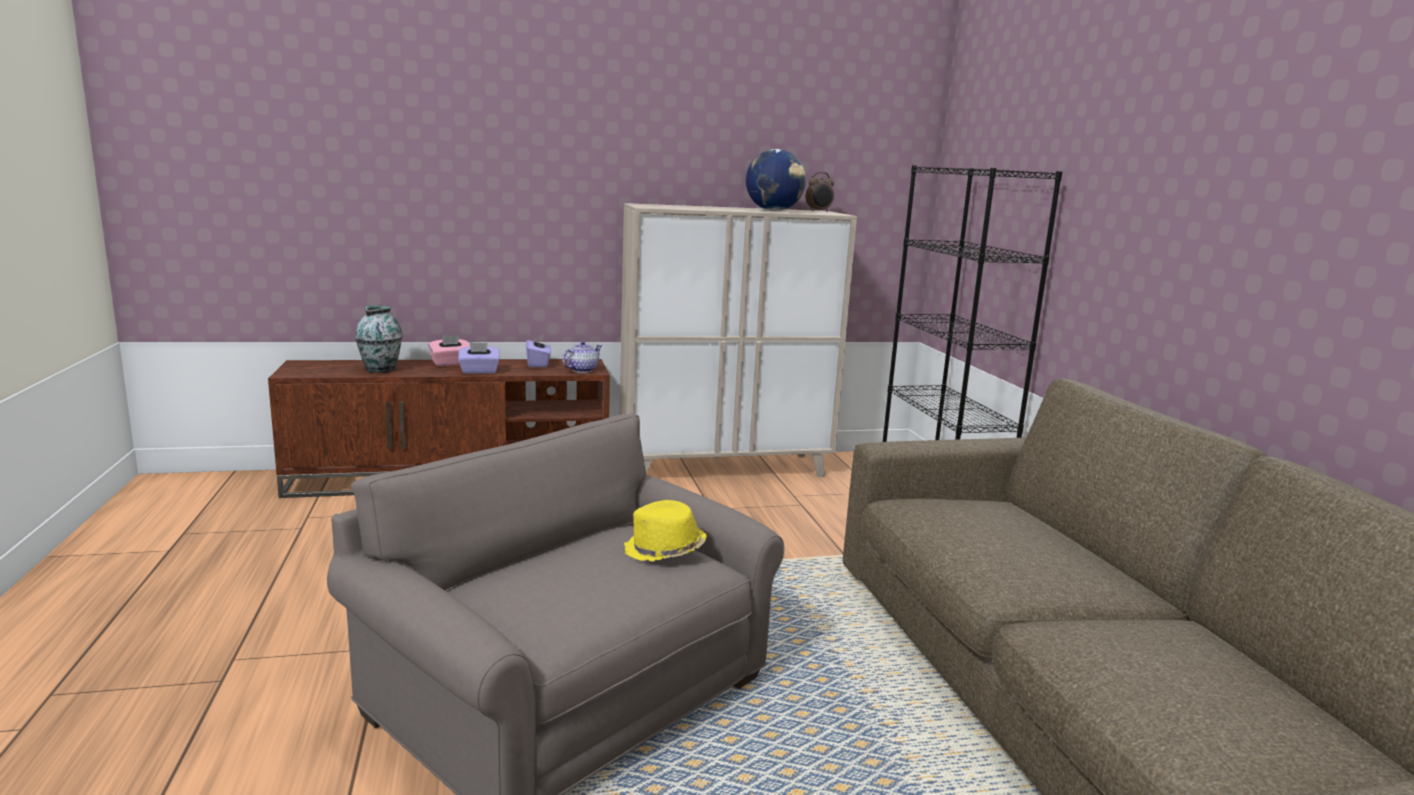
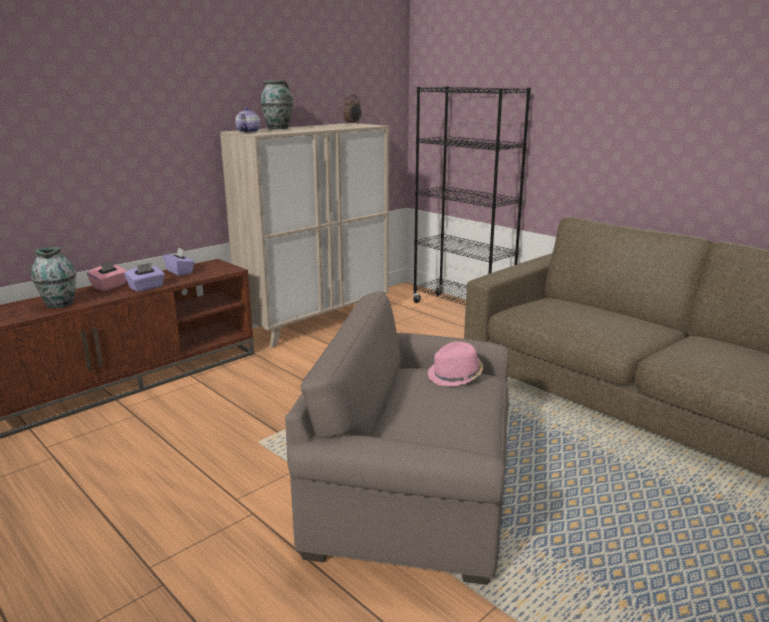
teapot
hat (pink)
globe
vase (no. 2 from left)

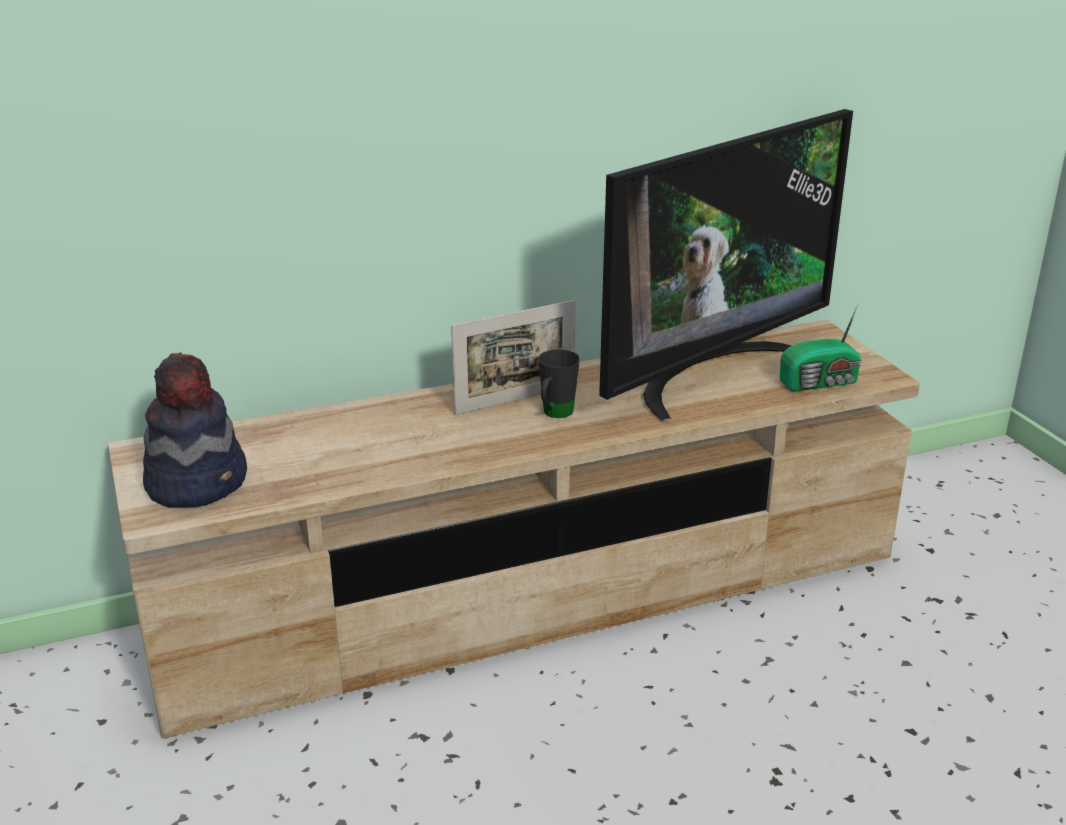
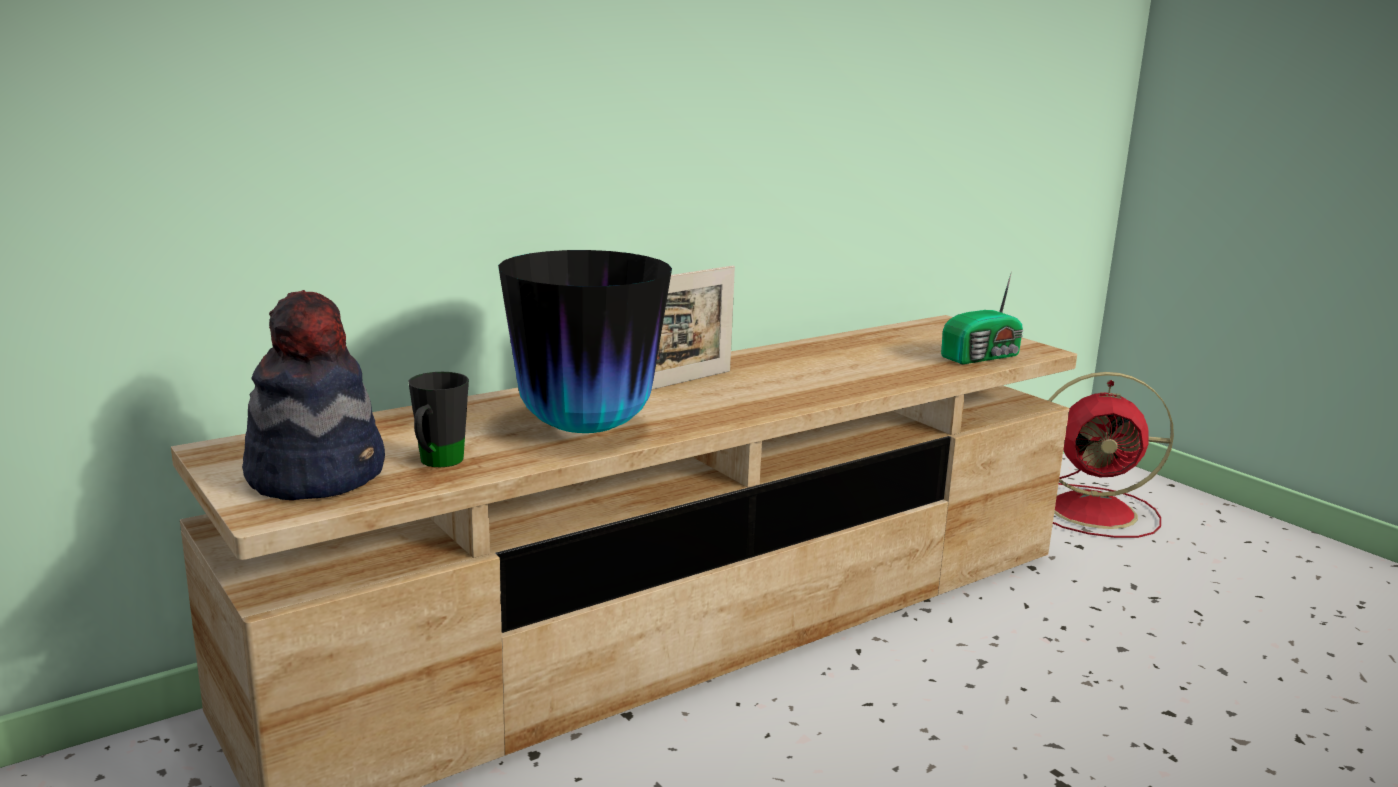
mug (black)
television
vase
fan (red)

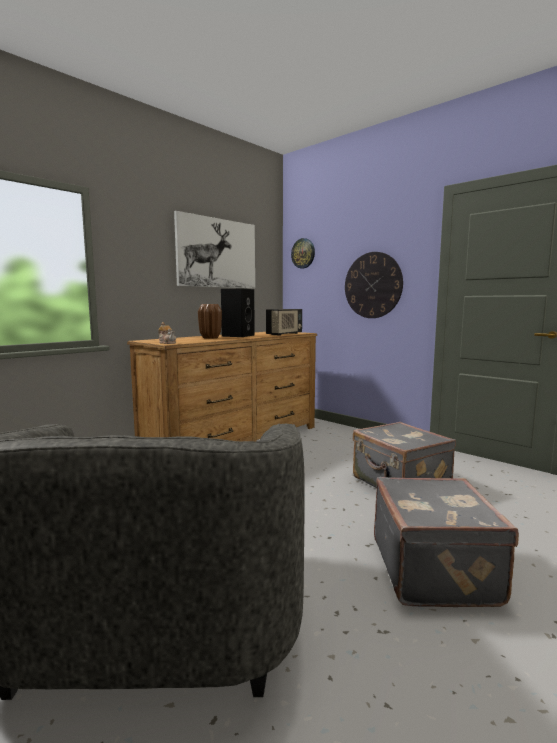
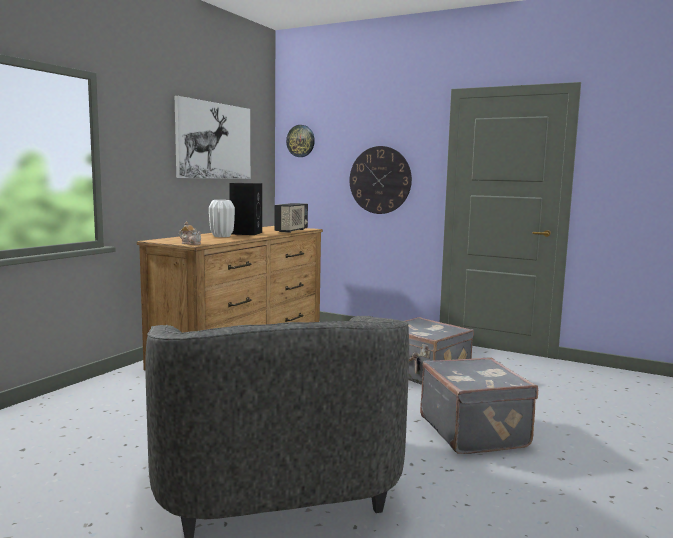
vase (white)

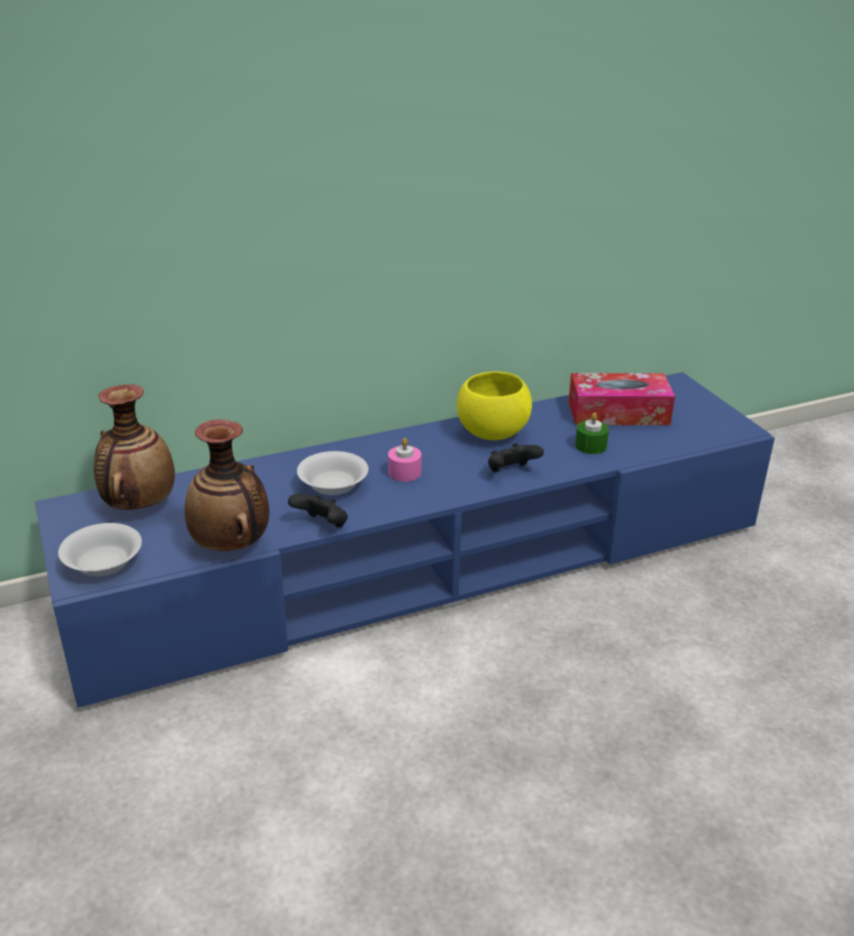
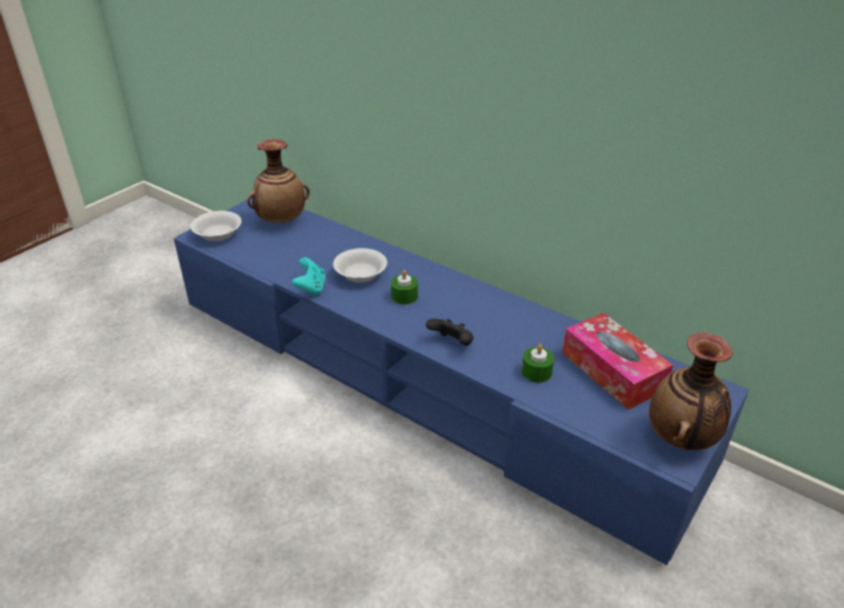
vase (no. 2 from left)
game controller (turquoise)
candle (green) (no. 1 from left)
bowl (yellow)

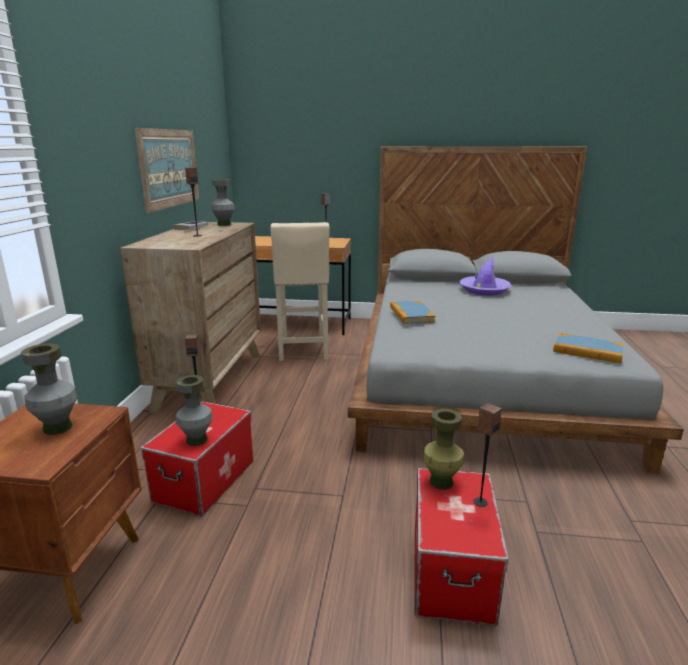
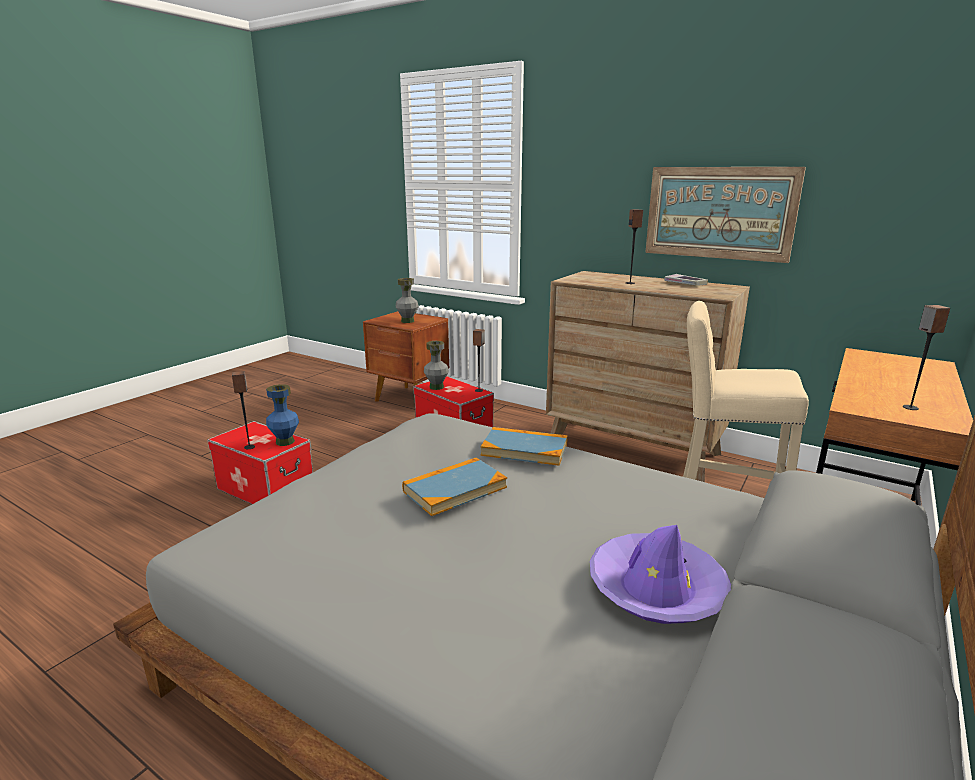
vase (grey) (no. 3 from left in the first image)
vase (blue)
book (no. 1 from left)

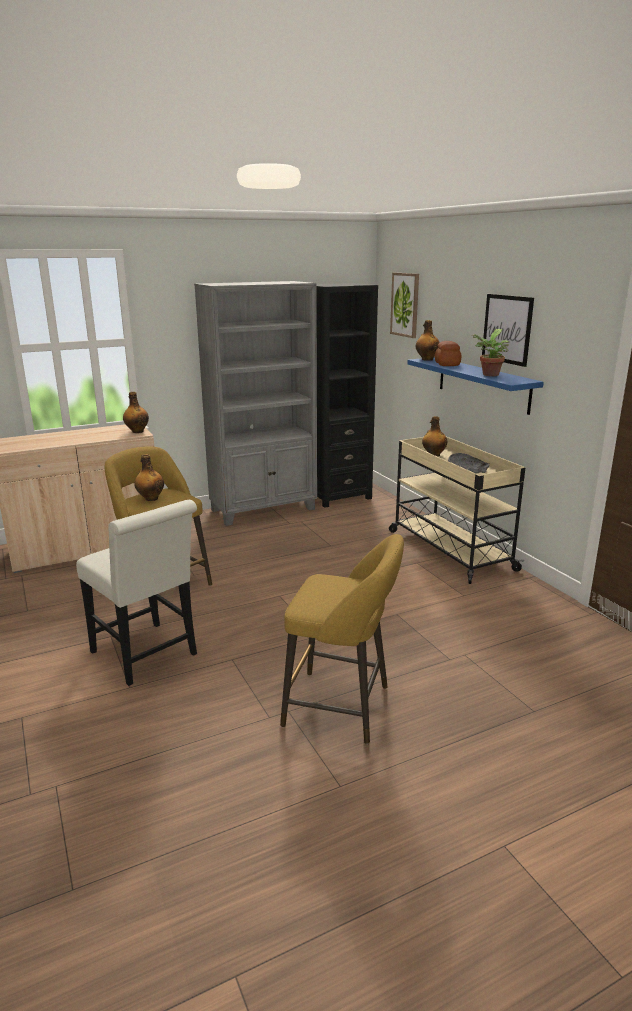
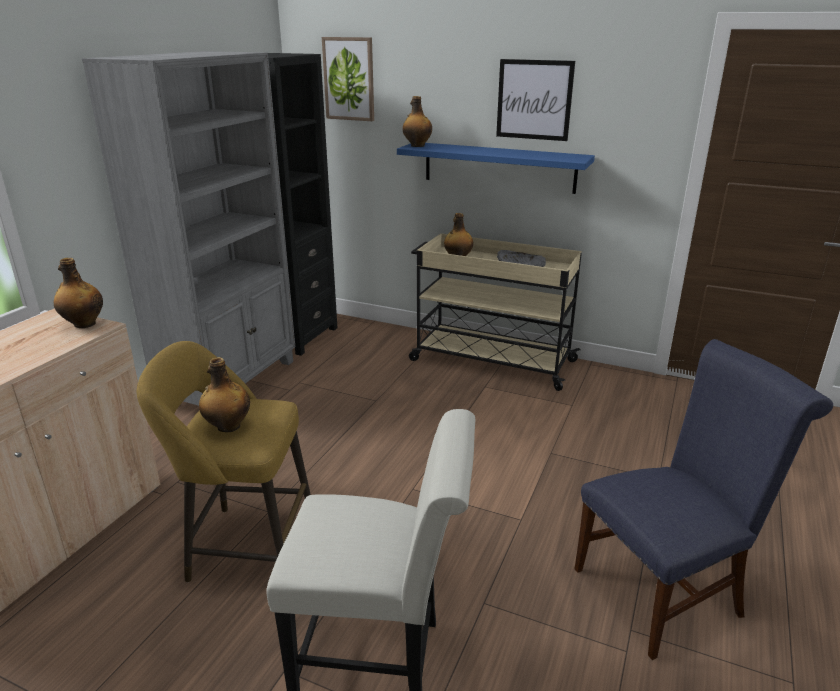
chair (blue)
bread
potted plant

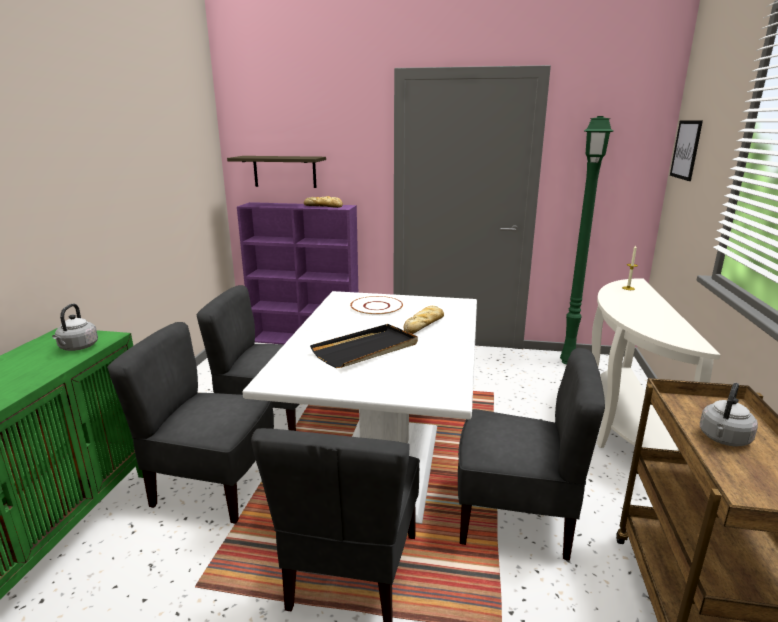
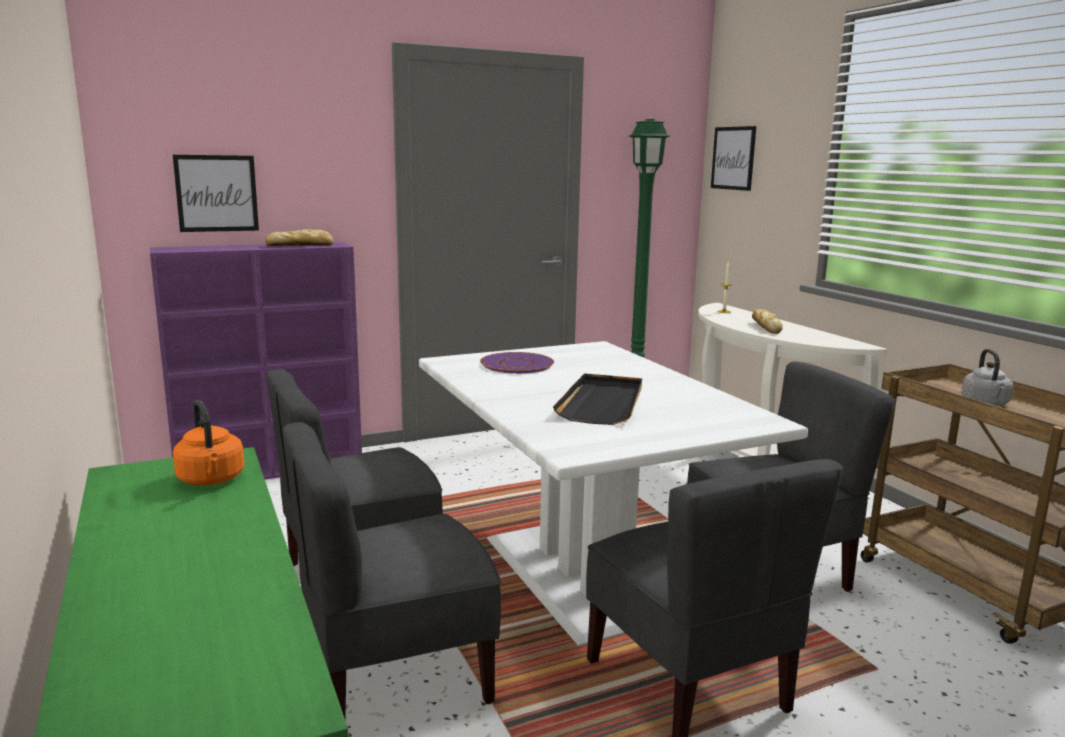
kettle (orange)
picture (no. 1 from left)
plate (purple)
bread (no. 2 from left)

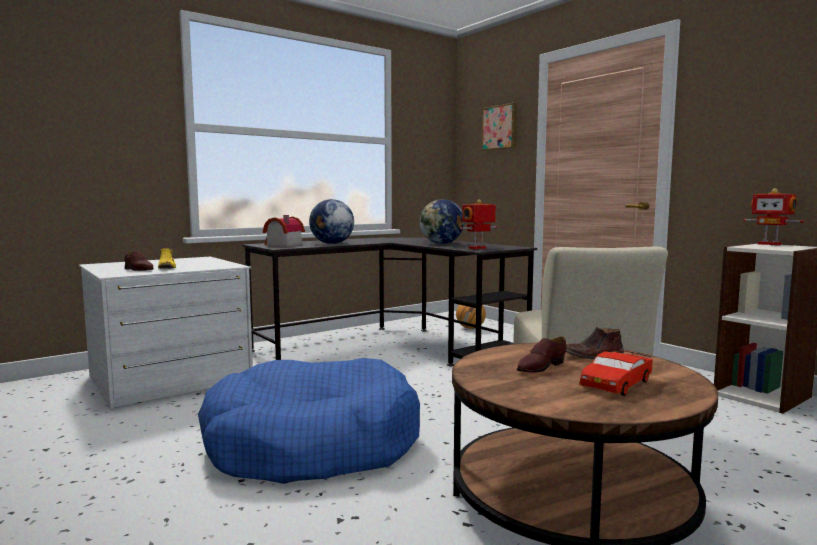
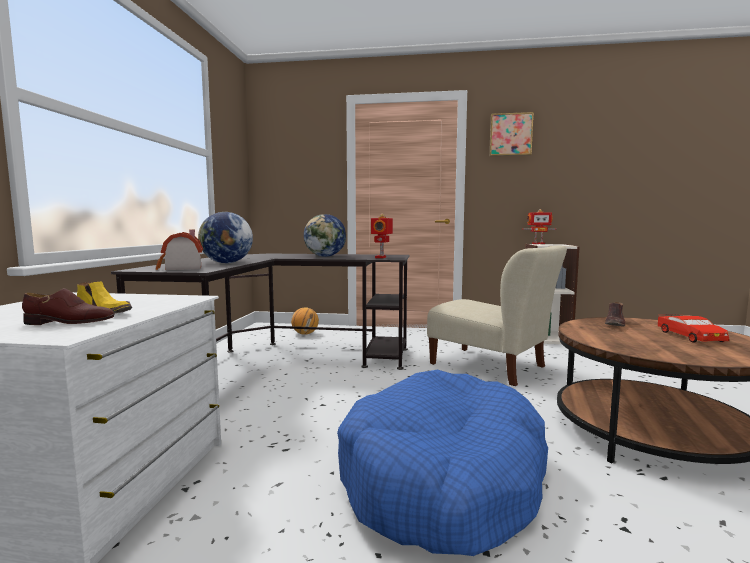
picture
shoe (brown) (no. 2 from left in the first image)

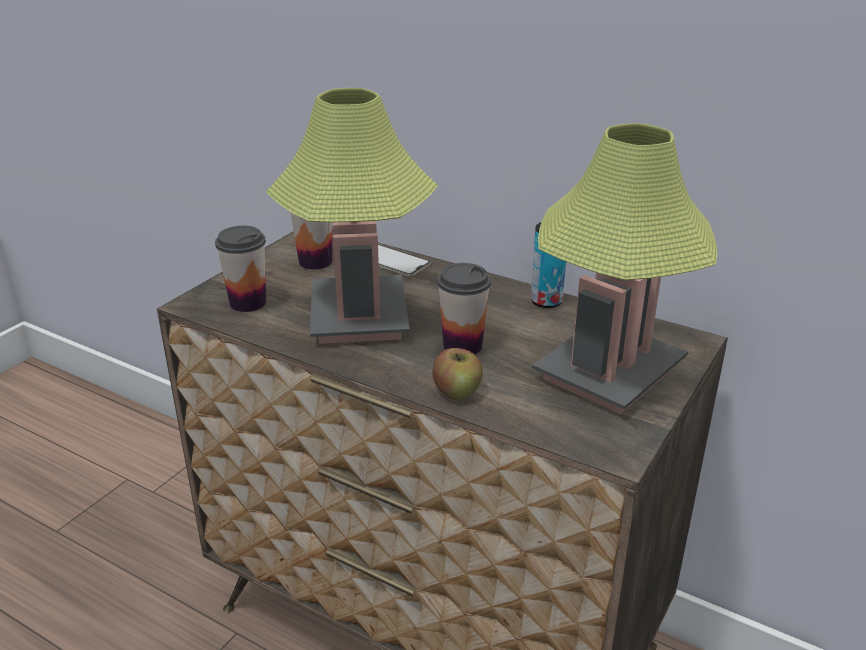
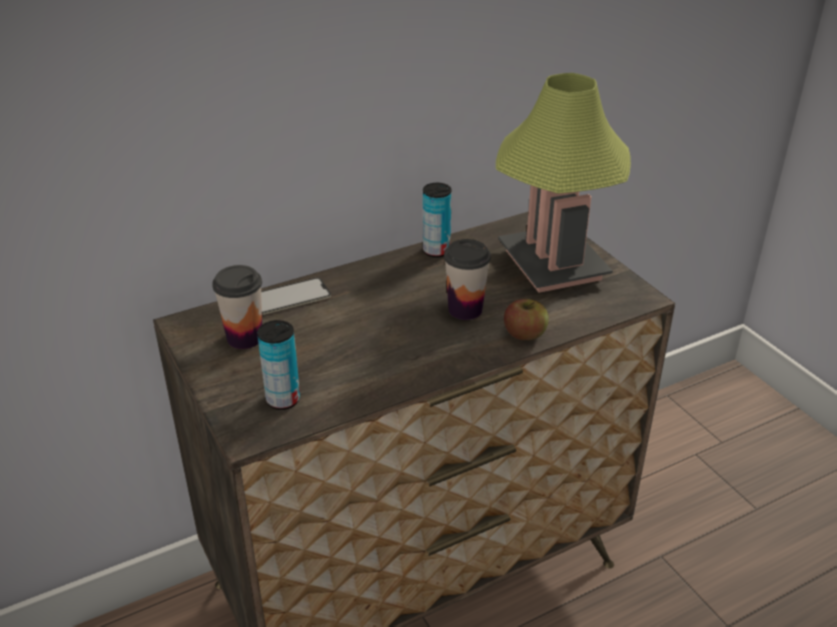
can (no. 1 from left)
table lamp (no. 1 from left in the first image)

